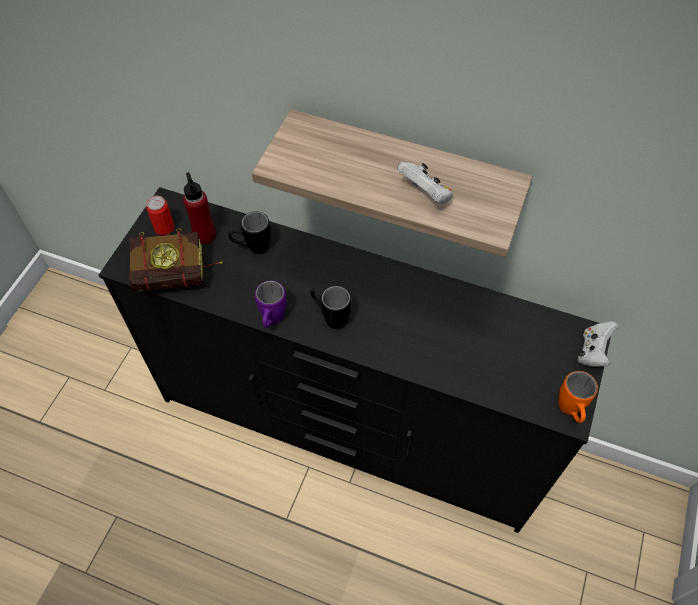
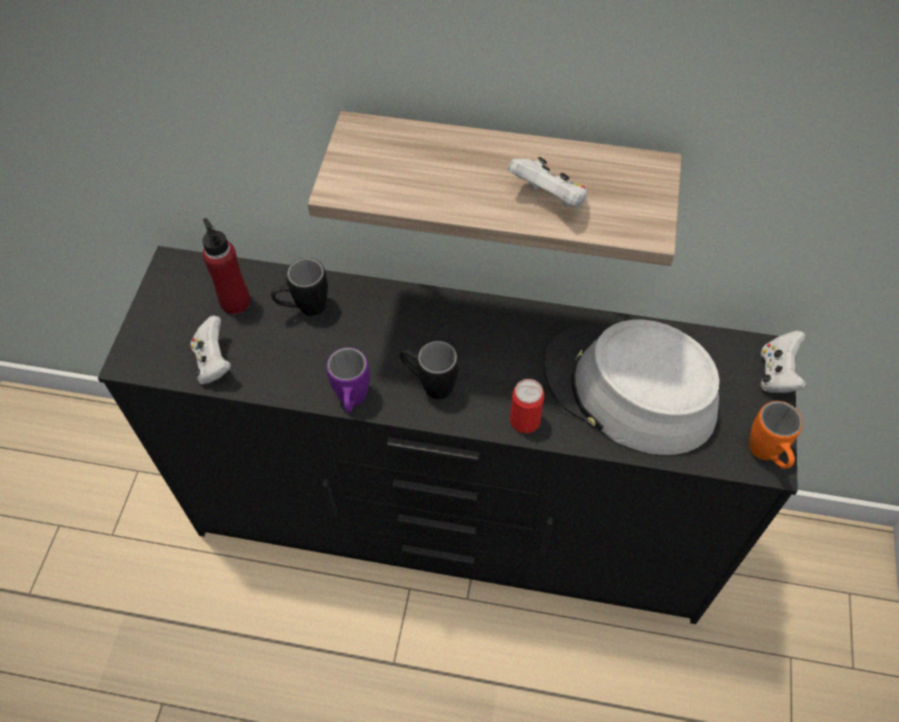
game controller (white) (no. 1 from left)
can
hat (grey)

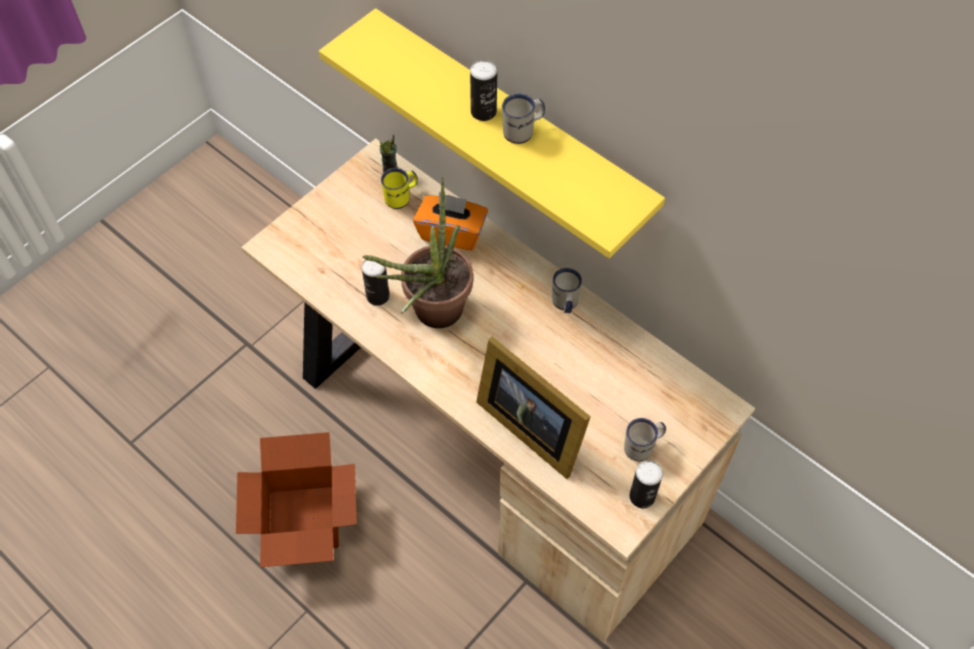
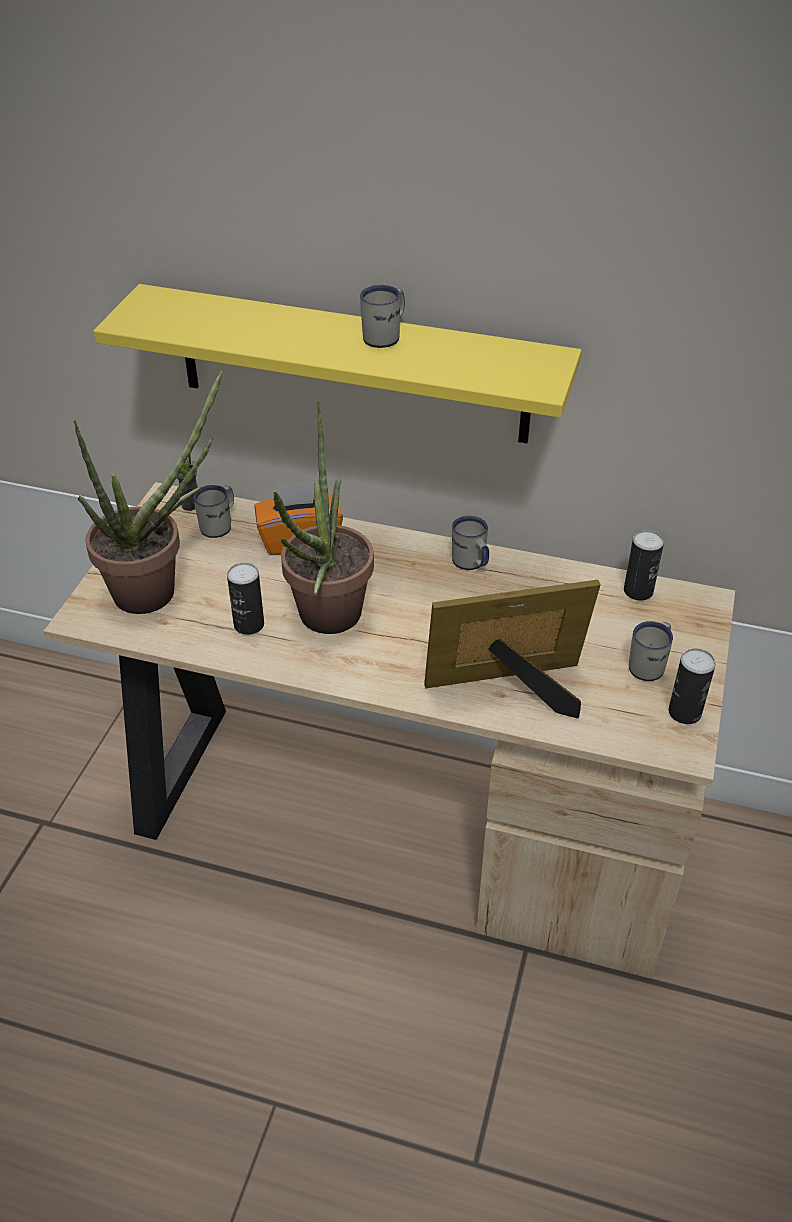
cardboard box
mug (white) (no. 1 from left)
can (no. 2 from left)
picture frame
potted plant (no. 1 from left)

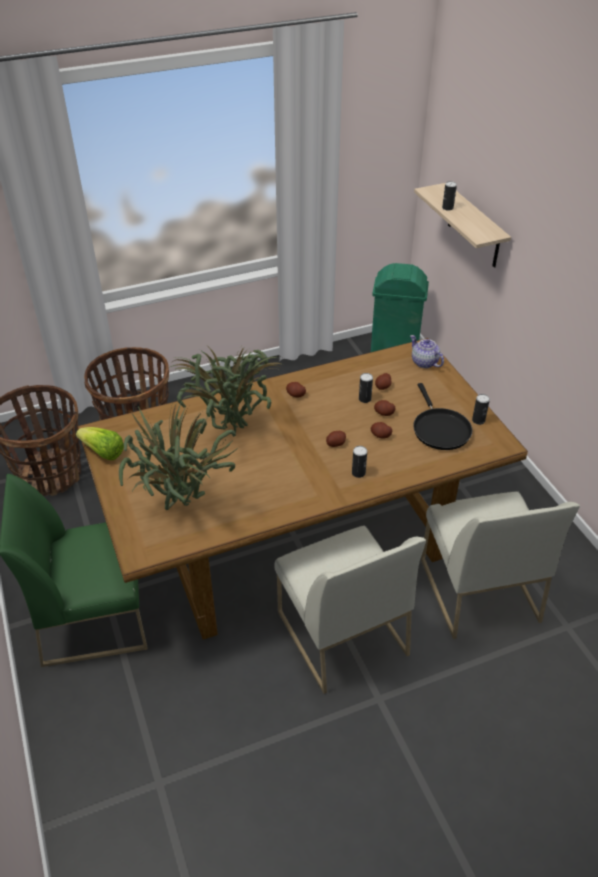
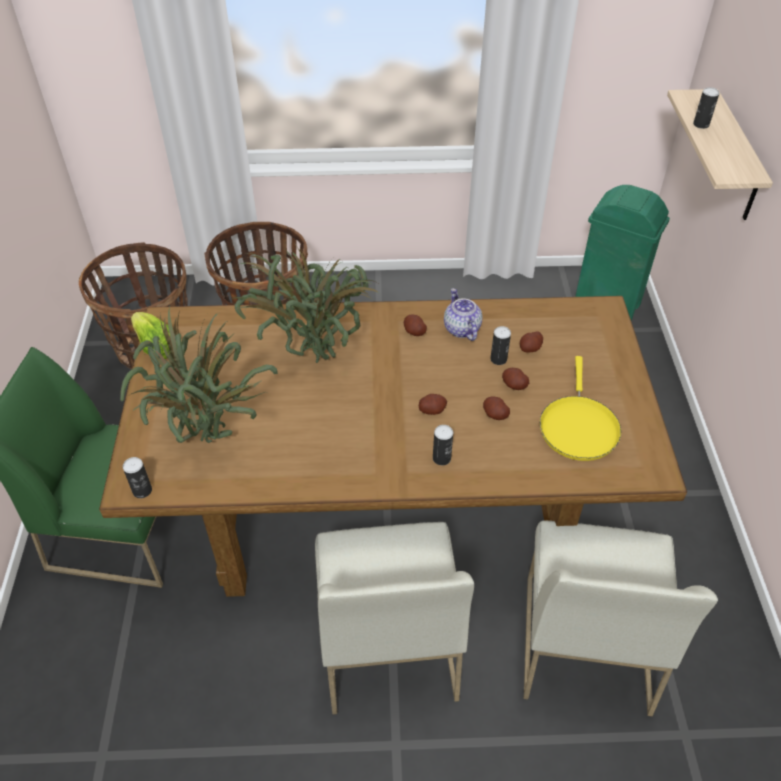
teapot
frying pan (yellow)
can (no. 1 from left)

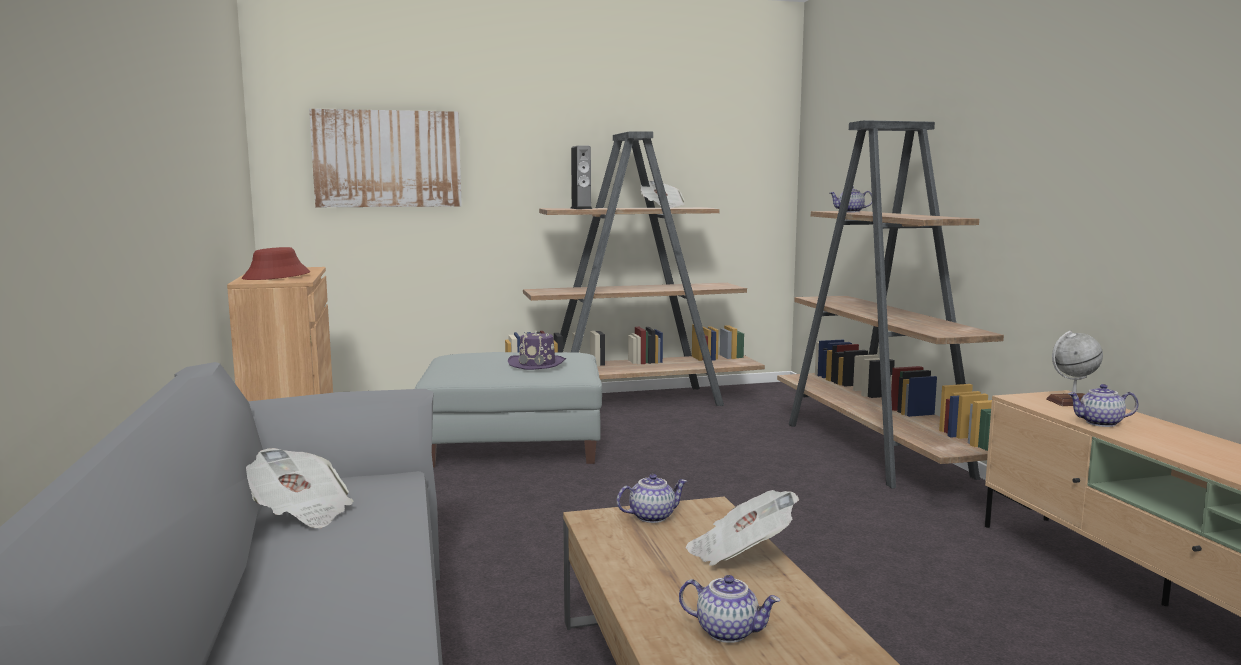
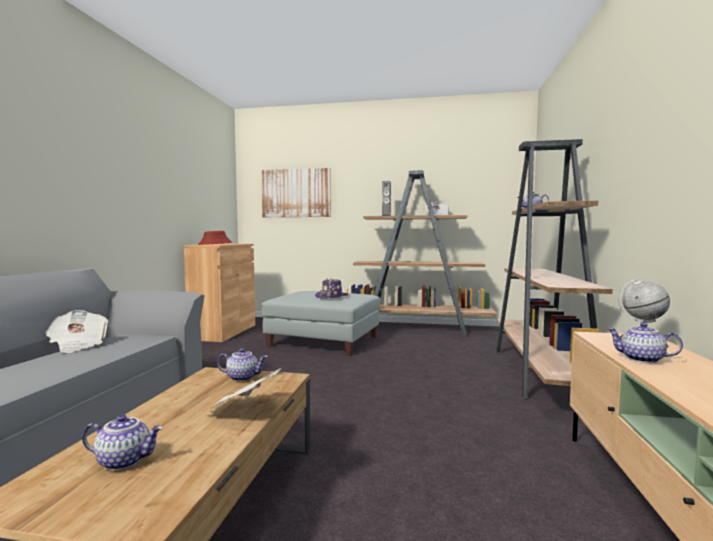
teapot (no. 1 from left)

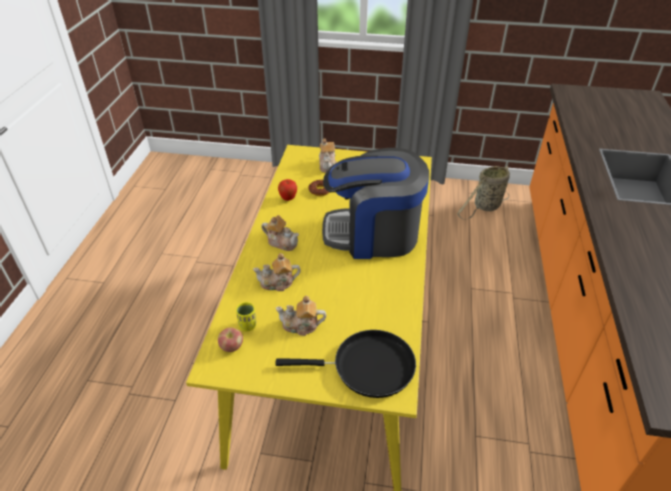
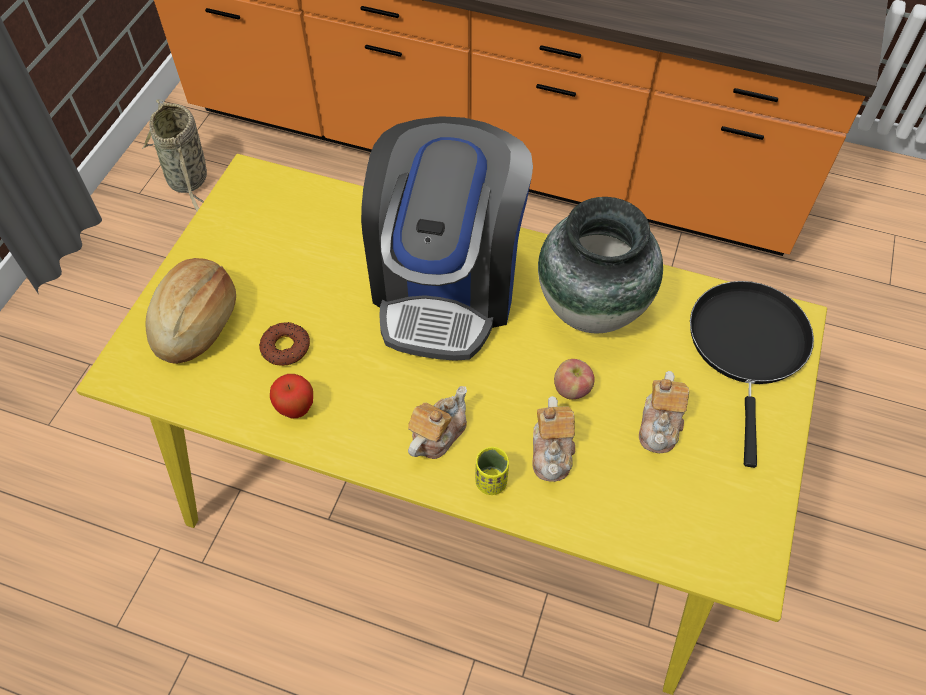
apple (no. 2 from left)
cup (yellow)
bread
vase

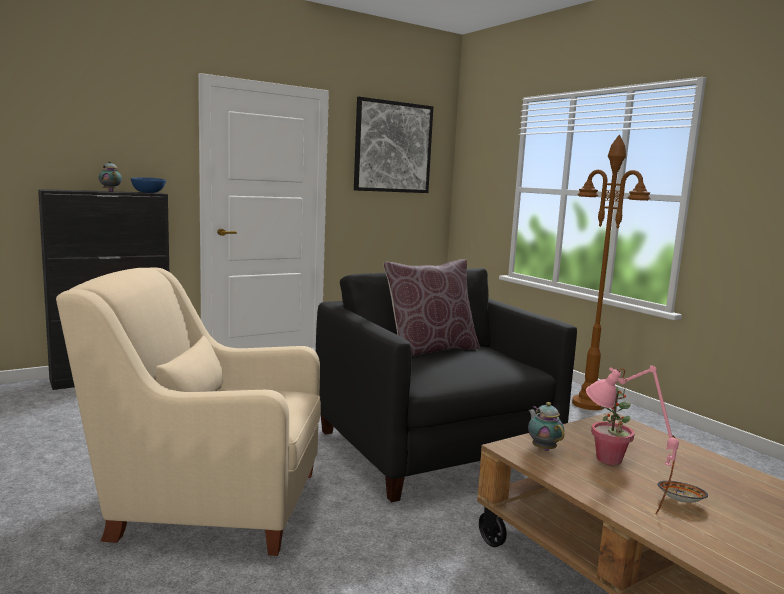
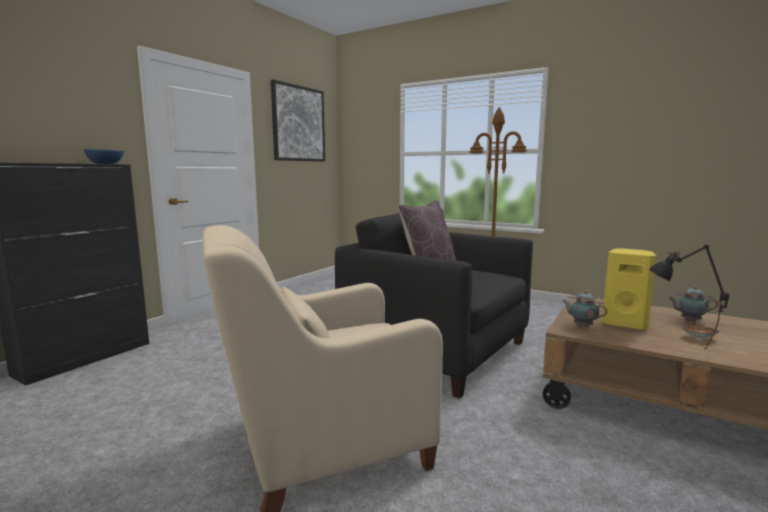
teapot (no. 2 from left)
table lamp (black)
speaker (yellow)

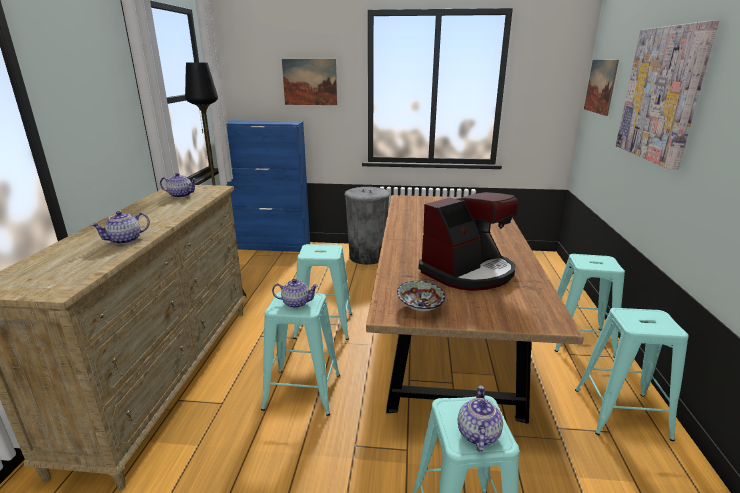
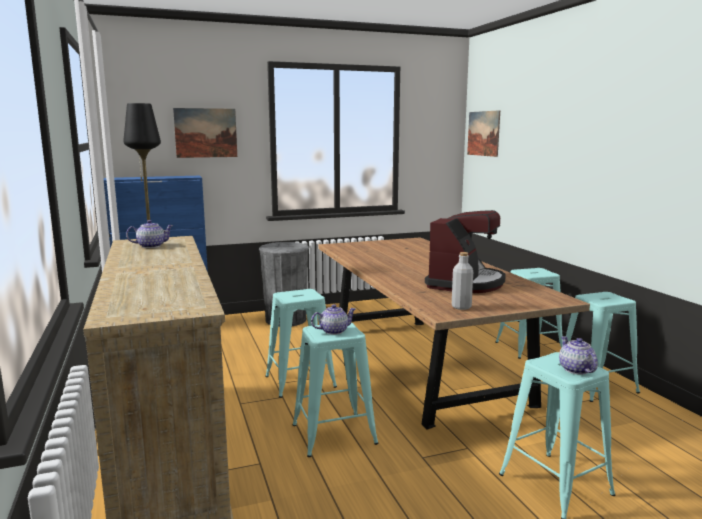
teapot (no. 1 from left in the first image)
bottle (grey)
picture (no. 3 from left in the first image)

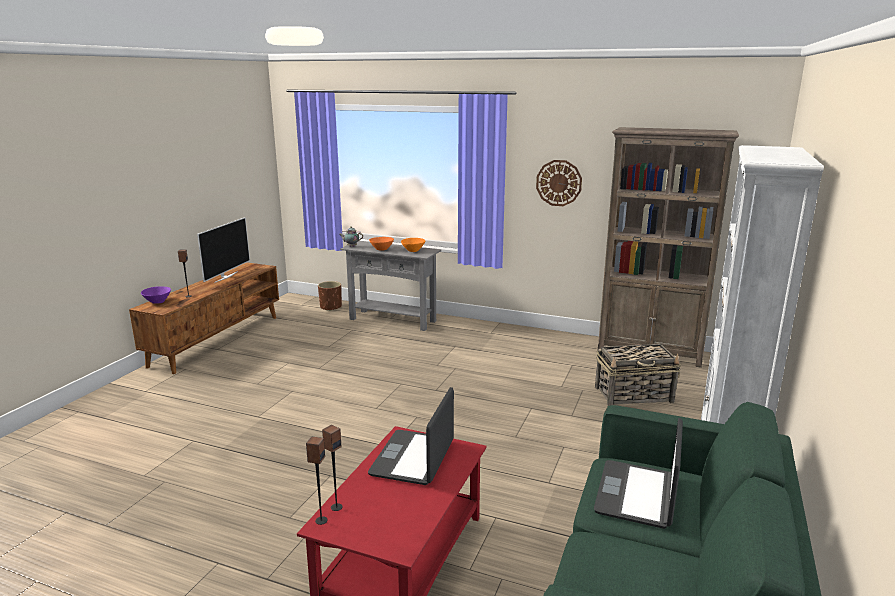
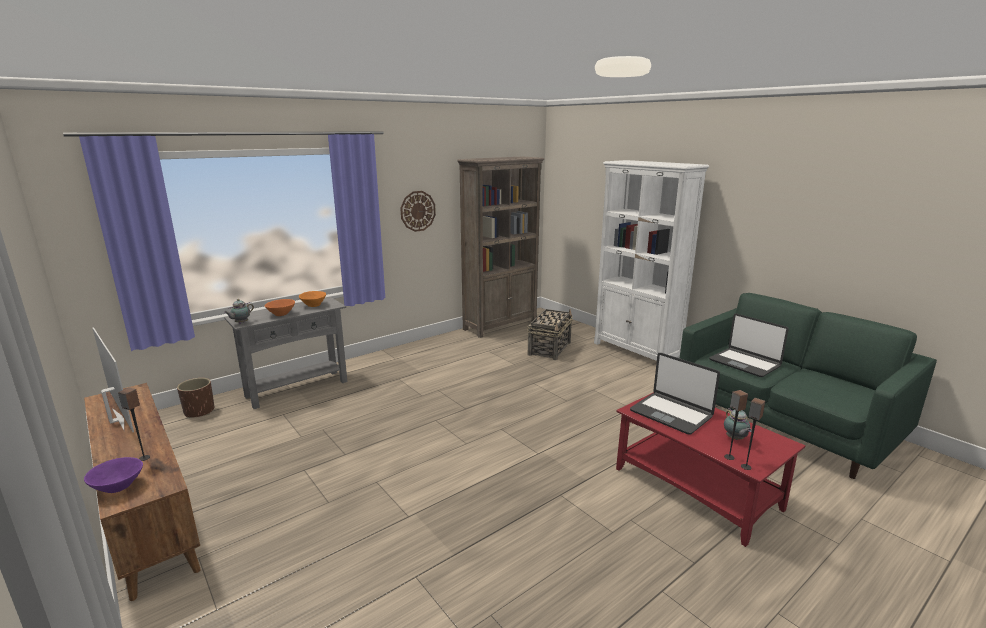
teapot (no. 2 from left)

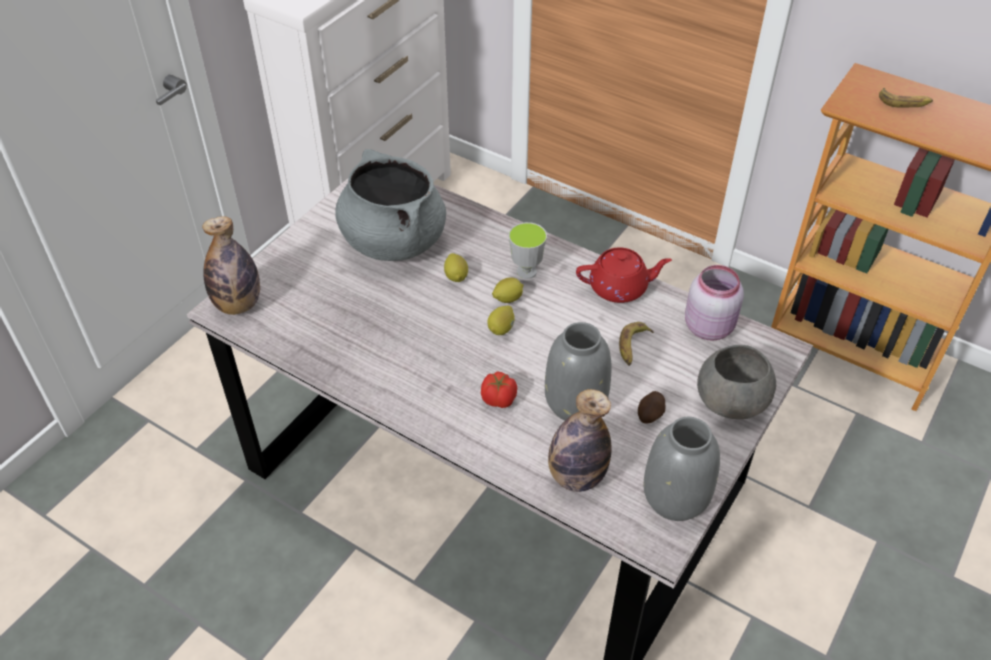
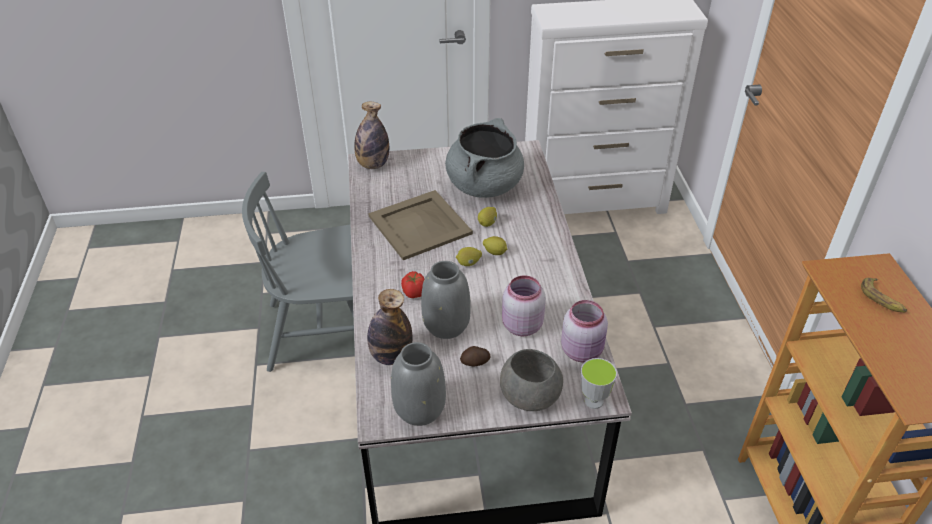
cup
teapot (red)
jar (pink) (no. 1 from left)
chair (grey)
tray (beige)

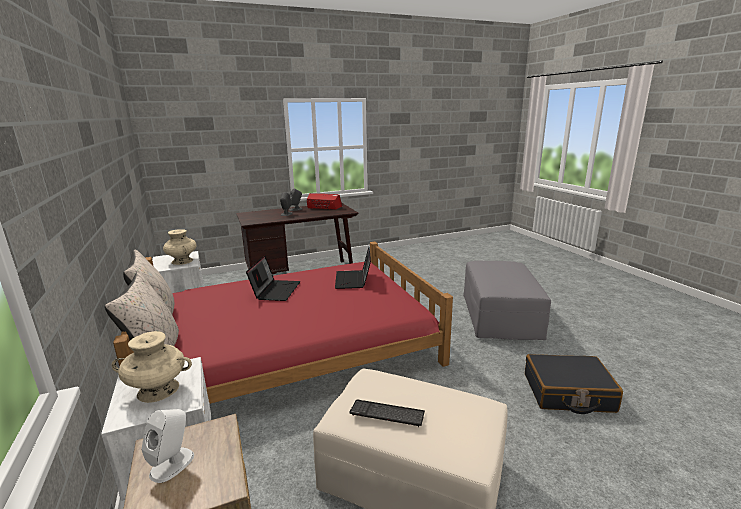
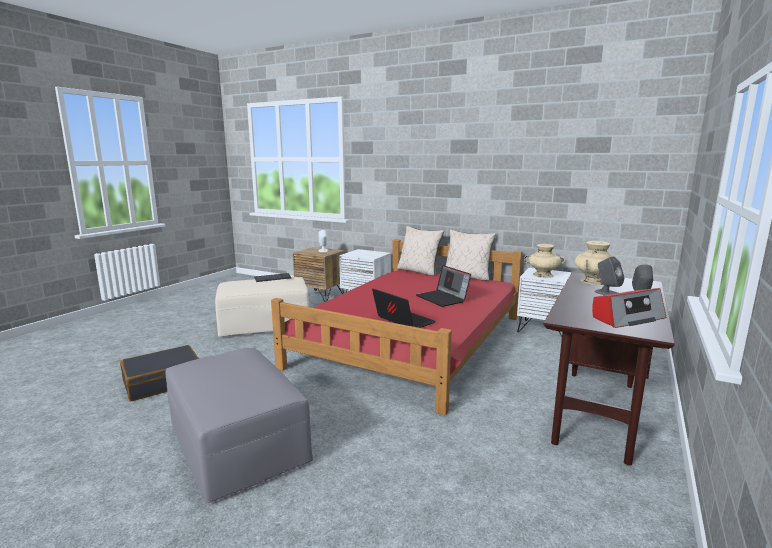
vase (beige) (no. 2 from left)

